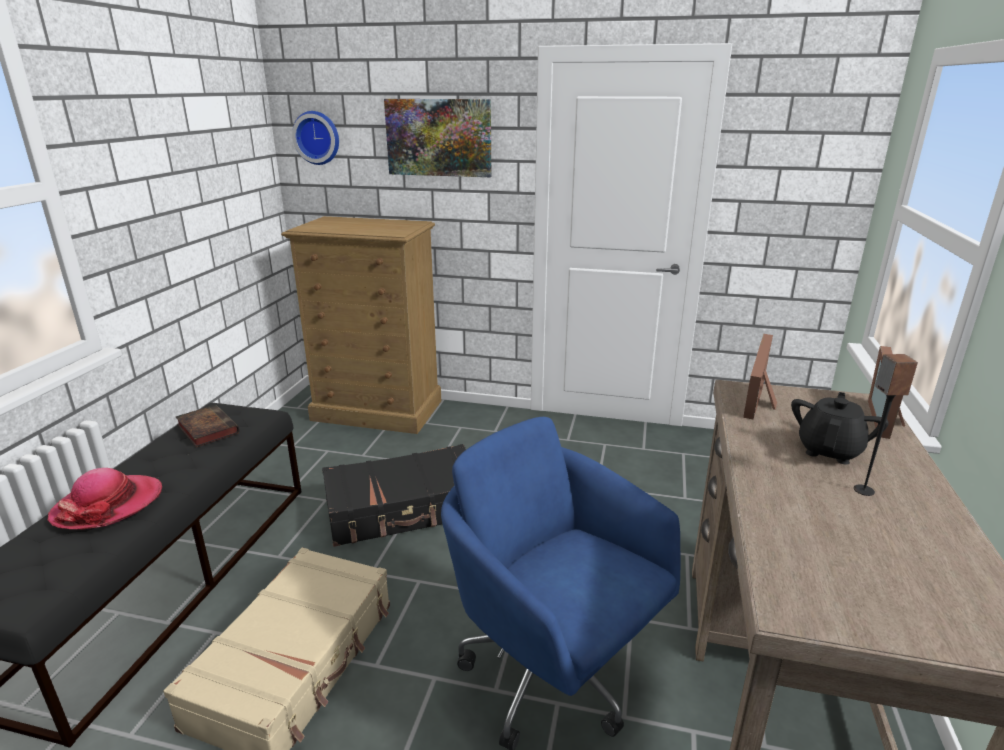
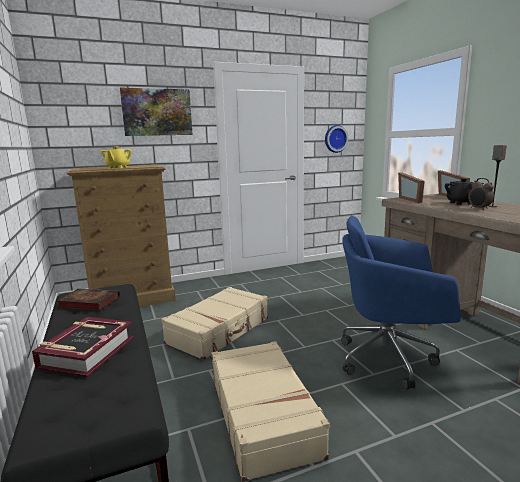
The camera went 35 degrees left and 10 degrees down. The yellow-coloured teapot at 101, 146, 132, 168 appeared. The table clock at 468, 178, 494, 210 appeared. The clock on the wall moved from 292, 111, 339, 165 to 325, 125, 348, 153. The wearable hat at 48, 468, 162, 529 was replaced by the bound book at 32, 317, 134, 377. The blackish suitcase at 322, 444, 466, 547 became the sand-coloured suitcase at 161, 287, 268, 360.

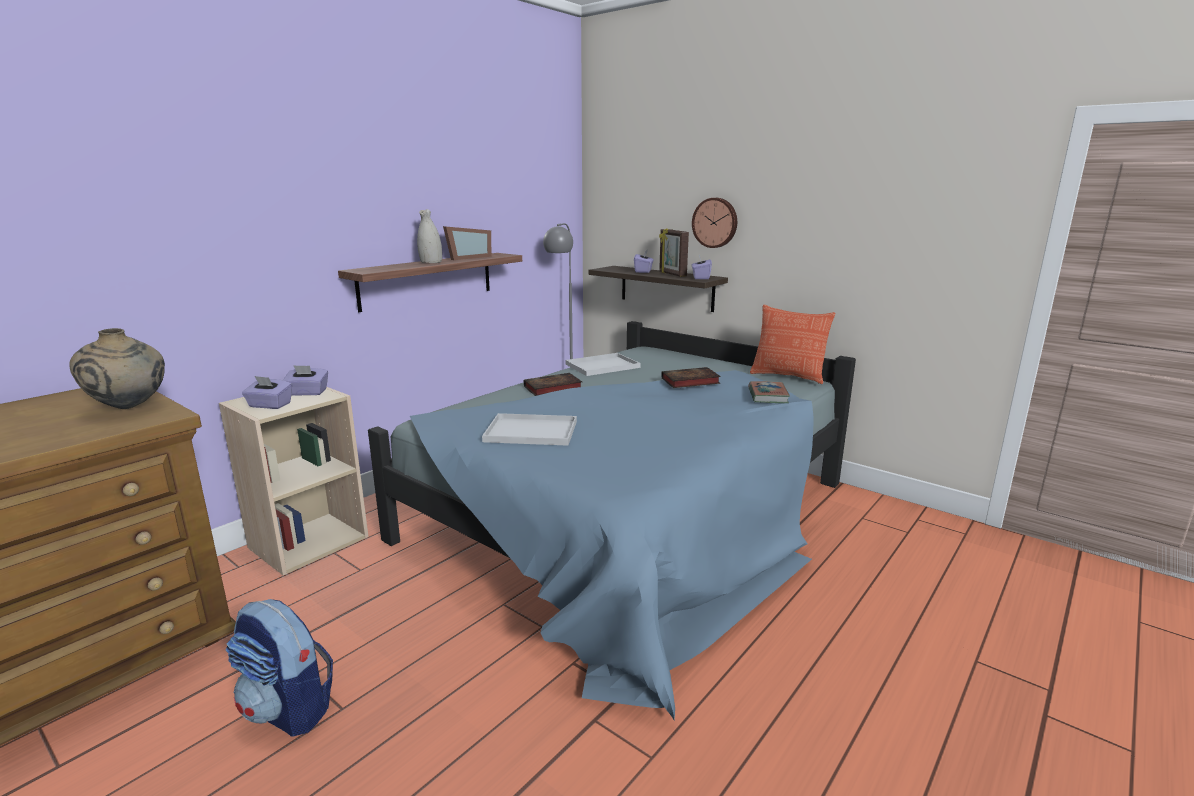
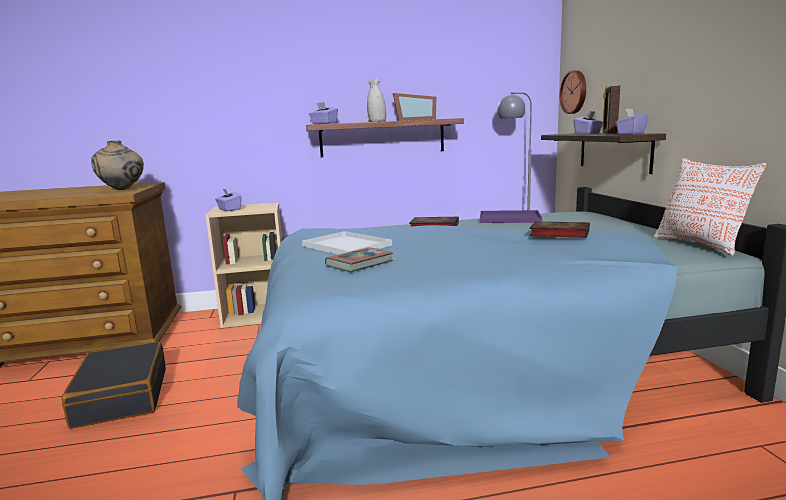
The camera went 40 degrees right and 5 degrees down. The purple-coloured tissue holder moved from 283, 365, 328, 396 to 309, 102, 338, 124. The clock on the wall moved from 692, 198, 737, 248 to 559, 70, 586, 114. The bound book moved from 748, 381, 790, 403 to 325, 247, 393, 272. The backpack at 226, 599, 333, 737 was replaced by the blackish suitcase at 62, 342, 166, 429. The white carrying tray at 565, 353, 641, 376 became the purple-coloured carrying tray at 480, 210, 542, 223. The orange throw pillow at 750, 305, 835, 384 became the white throw pillow at 654, 158, 767, 256.

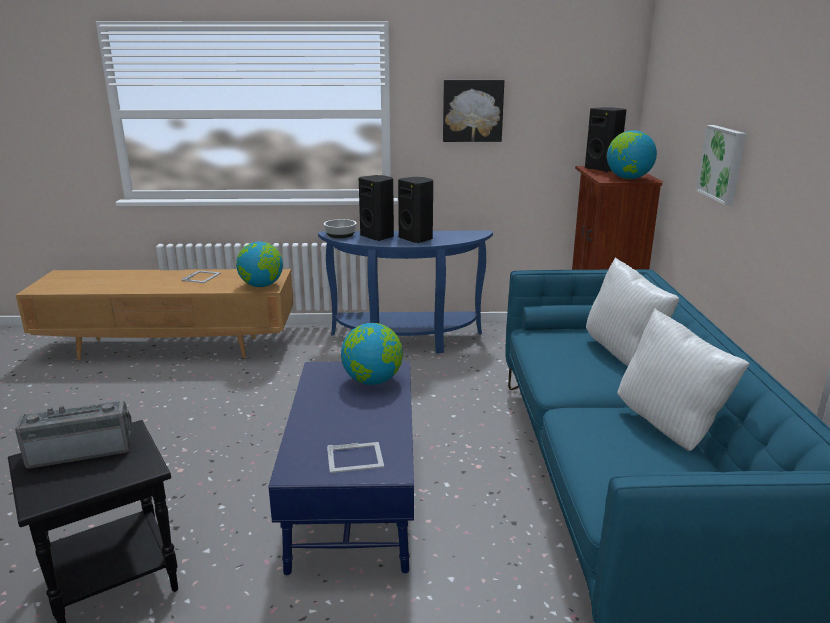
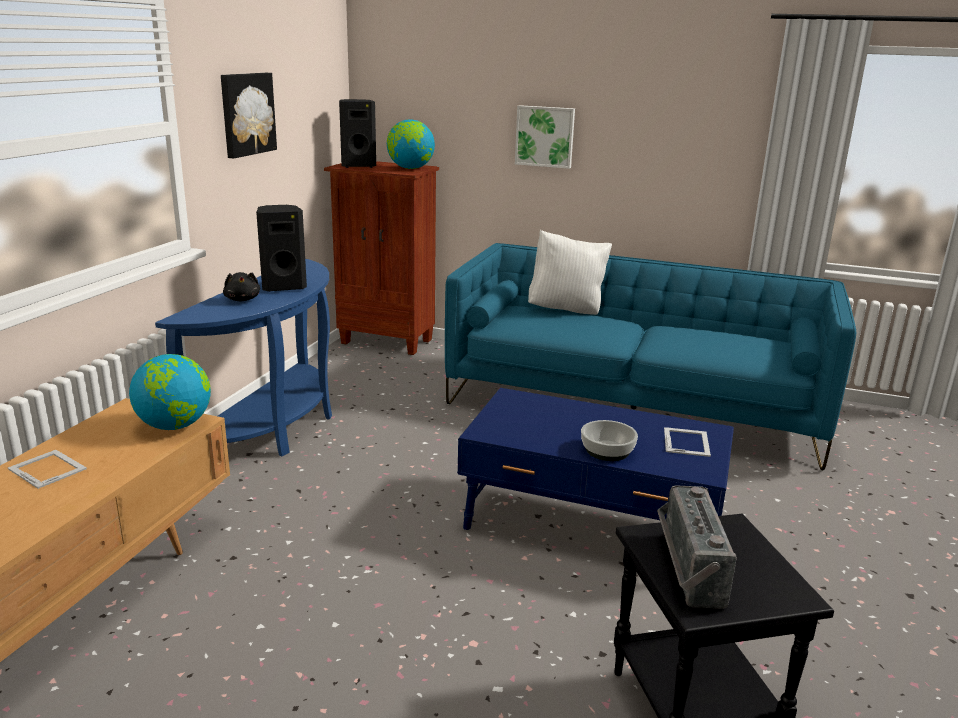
The camera went 70 degrees left and 0 degrees up. The globe at 341, 323, 403, 385 disappeared. The white throw pillow at 617, 308, 749, 451 disappeared. The deep dish moved from 324, 219, 357, 238 to 581, 420, 638, 461. The blackish speaker at 359, 175, 394, 241 was replaced by the blackish soft toy at 223, 272, 260, 301.

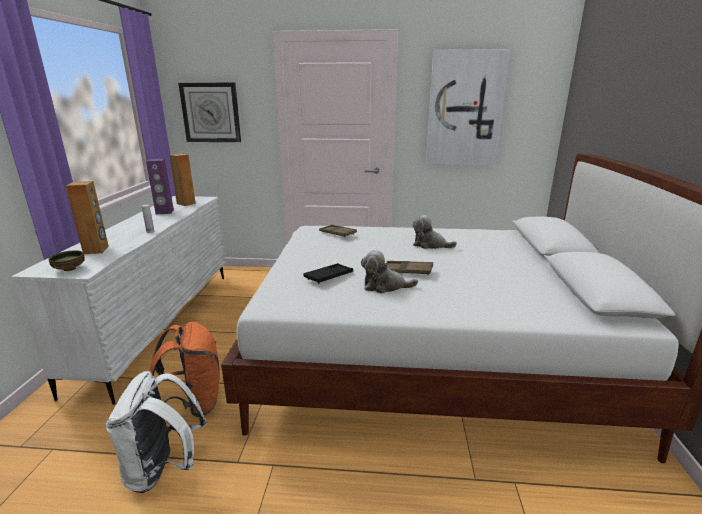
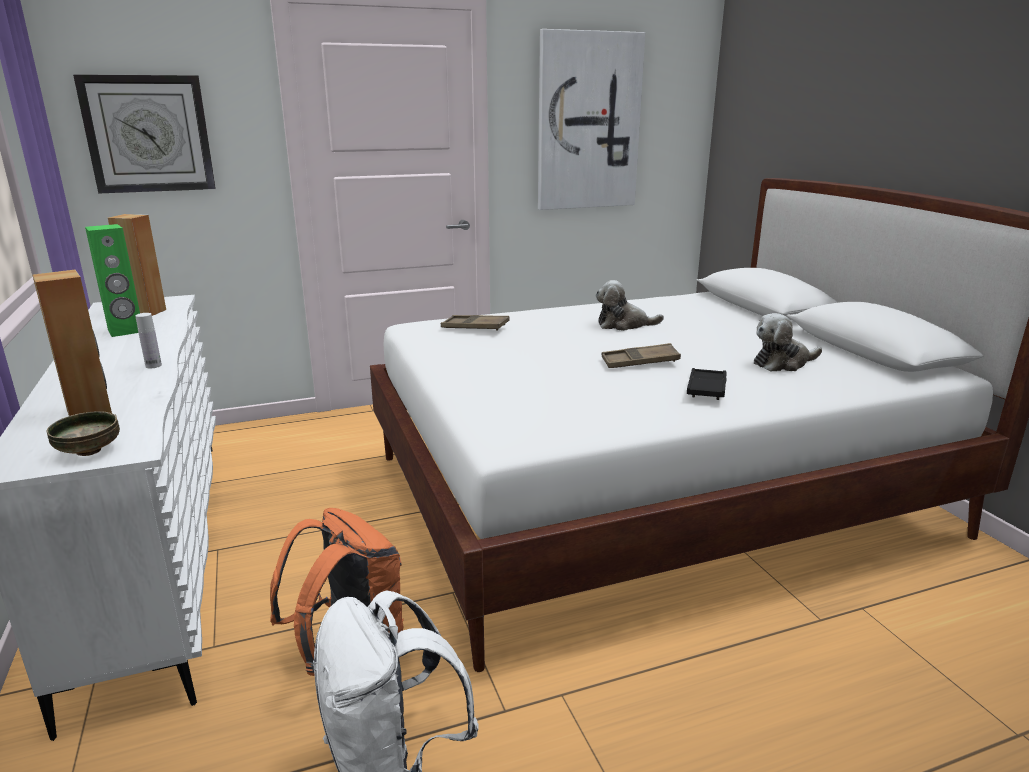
The camera went 25 degrees left and 0 degrees up. The blackish carrying tray moved from 303, 263, 353, 284 to 687, 368, 727, 400. The soft toy moved from 361, 250, 418, 293 to 754, 313, 822, 372. The purple-coloured speaker at 146, 159, 174, 214 became the green-coloured speaker at 85, 224, 140, 337.

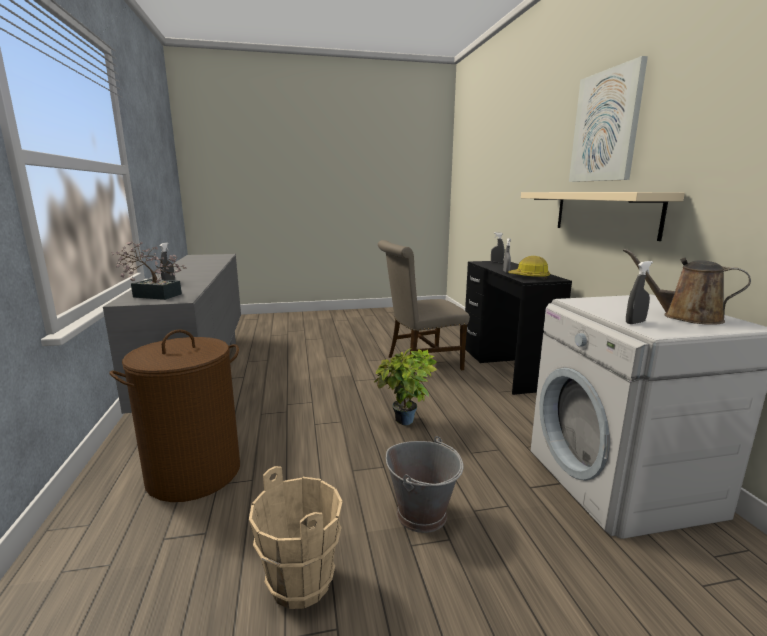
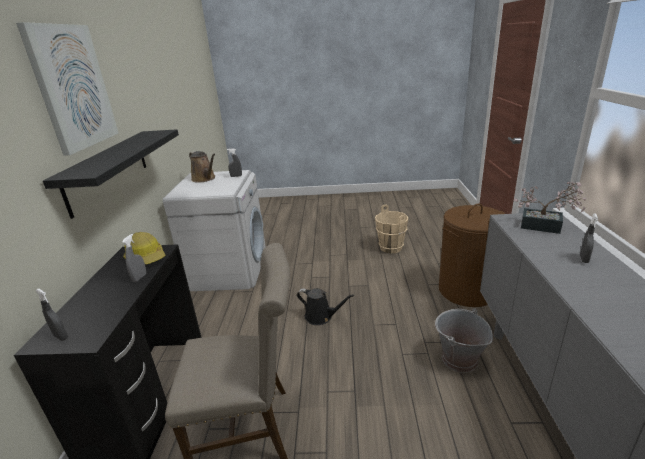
The camera went 165 degrees left and 10 degrees up. The grey pail moved from 386, 436, 464, 533 to 435, 308, 493, 373. The houseplant at 374, 348, 437, 426 was replaced by the blackish watering pot at 297, 288, 354, 325. The sand-coloured wall shelf at 521, 192, 685, 241 became the blackish wall shelf at 43, 129, 179, 219.

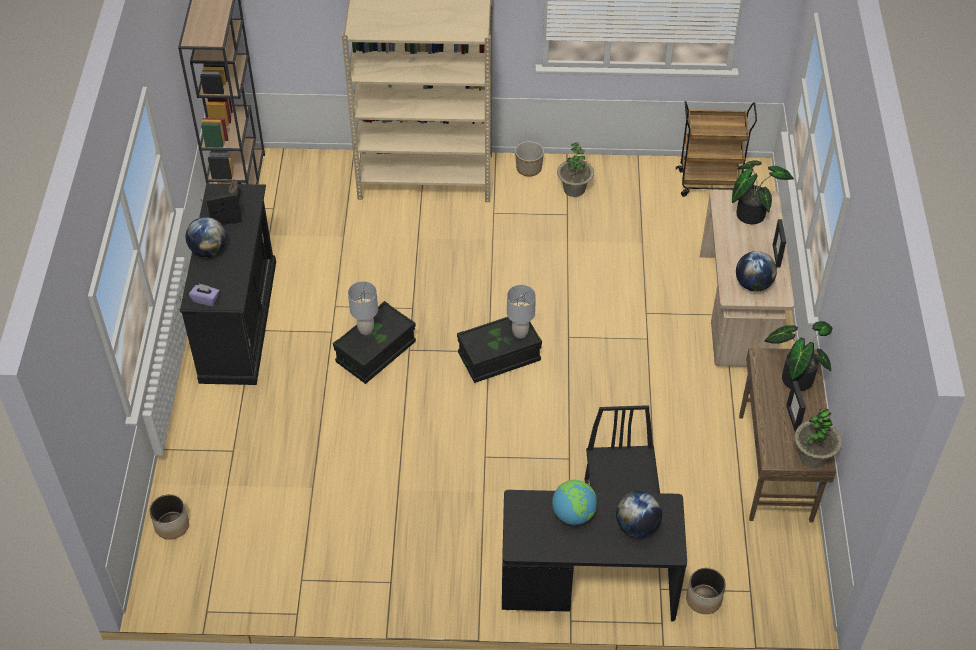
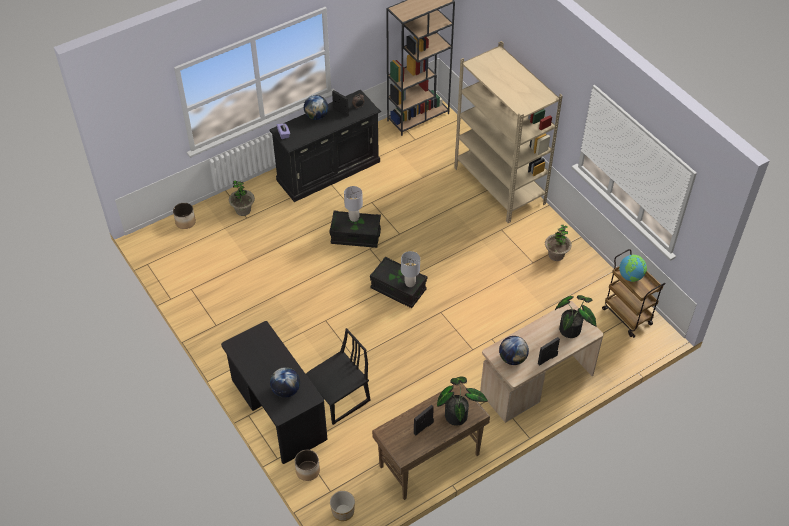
The camera went 55 degrees right and 0 degrees up. The plant pot moved from 515, 141, 544, 177 to 330, 491, 355, 521. The globe moved from 552, 480, 597, 525 to 619, 255, 647, 282. The houseplant moved from 794, 409, 842, 468 to 229, 180, 255, 216.

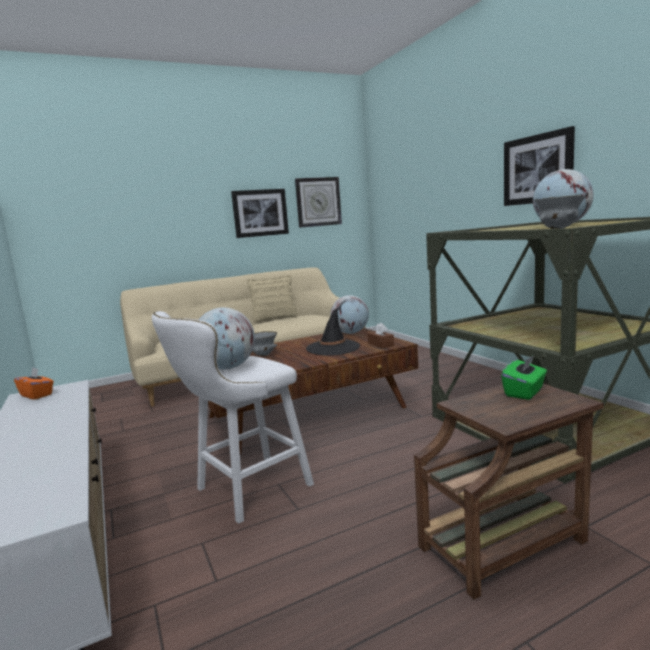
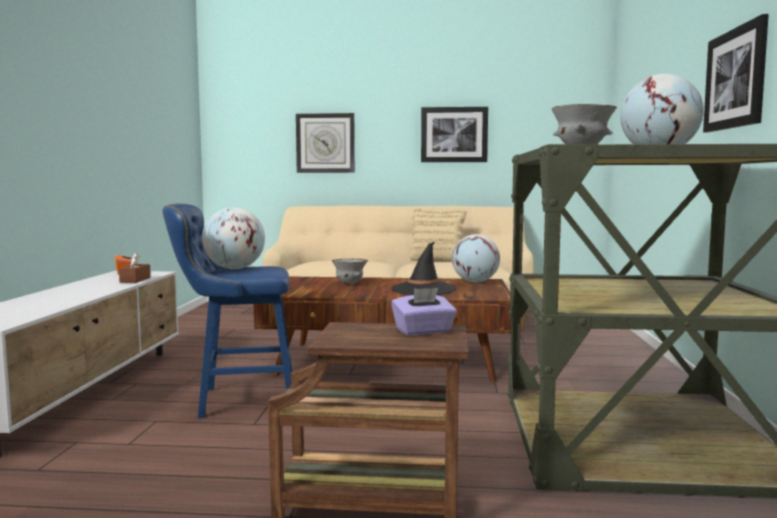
The camera went 30 degrees right and 5 degrees down. The clock on the wall moved from 295, 177, 342, 228 to 296, 113, 355, 173. The brown tissue holder moved from 368, 323, 394, 349 to 119, 253, 151, 283. The white stool at 152, 311, 314, 524 became the bluish stool at 162, 203, 292, 418. The green-coloured tissue holder at 501, 355, 547, 400 became the purple-coloured tissue holder at 391, 288, 457, 336.

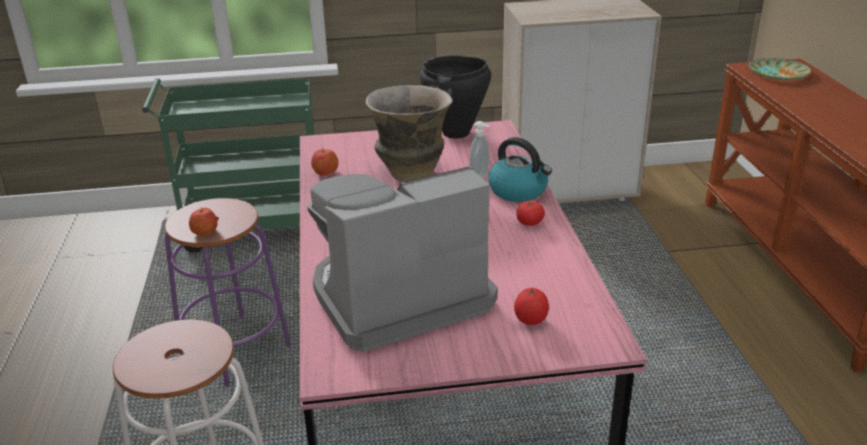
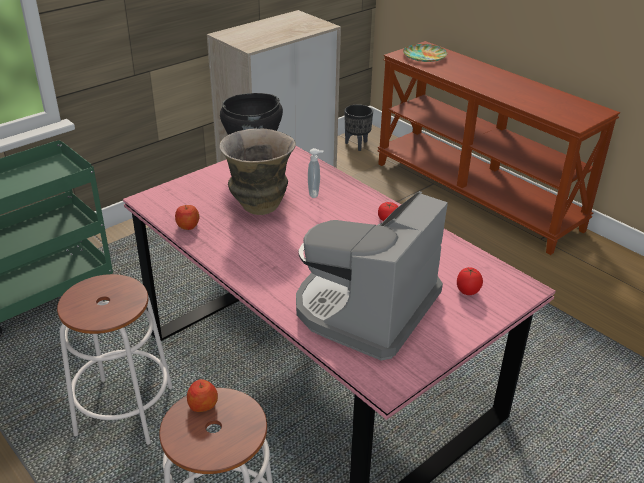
The camera went 35 degrees left and 5 degrees up. The kettle at 488, 137, 552, 202 disappeared. The blackish plant pot at 344, 104, 373, 151 appeared. The apple fruit moved from 189, 208, 218, 235 to 187, 379, 218, 412. The purple-coloured stool at 165, 198, 291, 386 became the white stool at 57, 274, 173, 444.

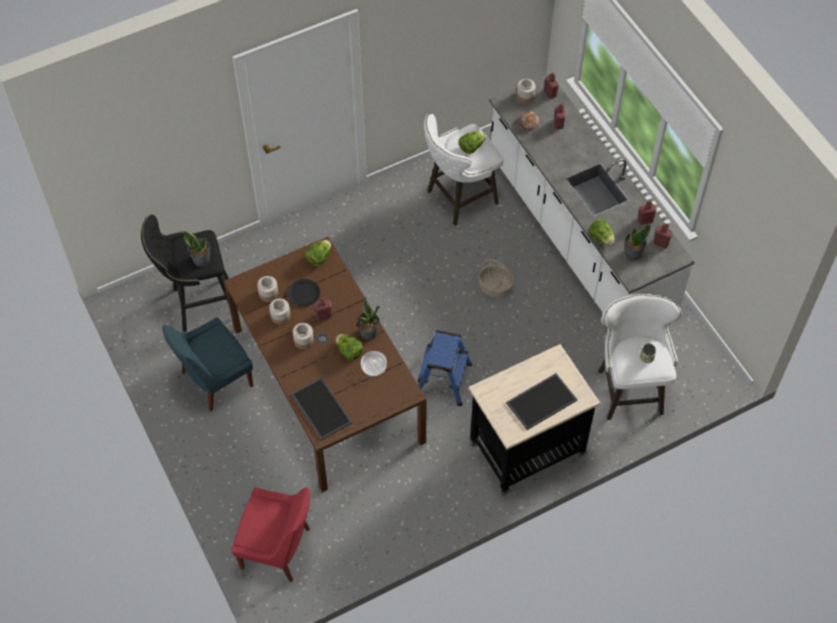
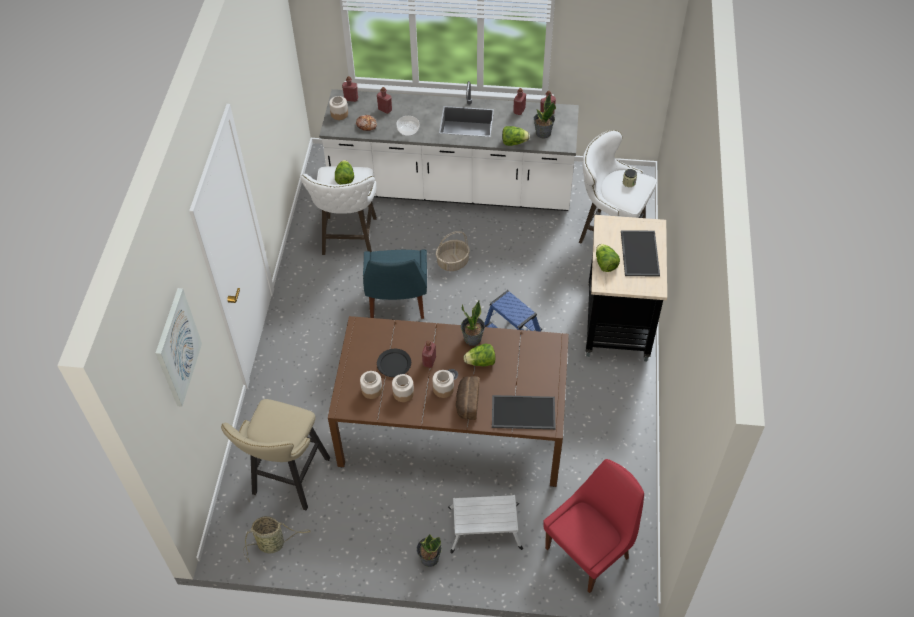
The camera went 55 degrees left and 5 degrees down. The wall picture at 155, 288, 202, 407 appeared. The basket at 243, 516, 311, 562 appeared. The white step stool at 448, 495, 523, 553 appeared. The bread at 456, 376, 479, 420 appeared. The bluish upright chair moved from 162, 317, 253, 411 to 363, 249, 427, 319. The houseplant moved from 184, 232, 210, 267 to 416, 534, 442, 567. The lettuce moved from 305, 240, 331, 266 to 596, 244, 620, 272. The deep dish moved from 361, 351, 387, 376 to 396, 116, 419, 136. The blackish stool at 141, 214, 229, 332 became the sand-coloured stool at 221, 399, 330, 511.

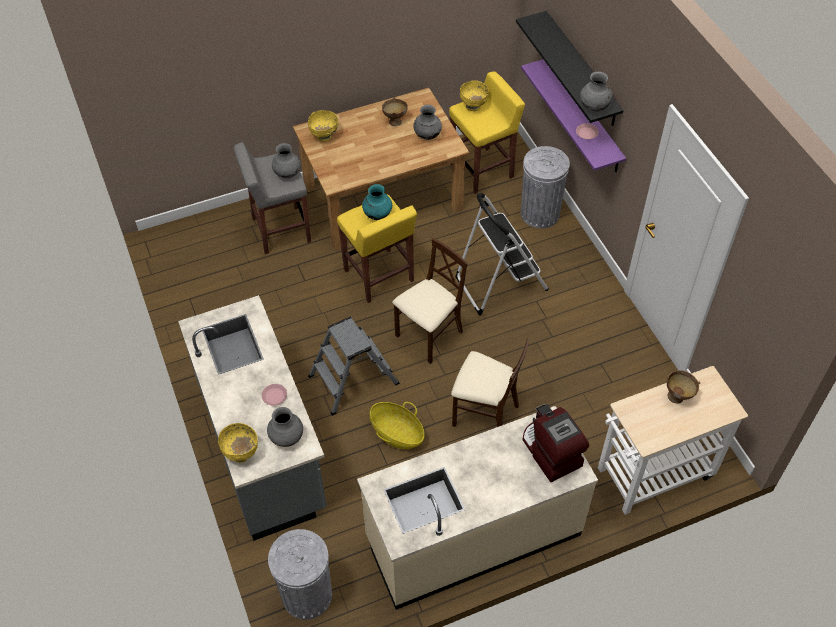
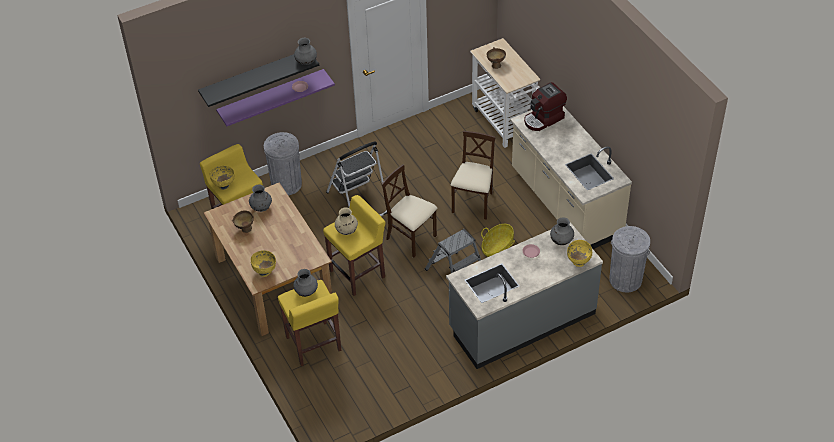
The camera went 95 degrees left and 5 degrees down. The grey stool at 233, 142, 311, 254 became the yellow-coloured stool at 278, 280, 341, 366. The turquoise-coloured flower vase at 362, 184, 392, 220 became the sand-coloured flower vase at 335, 207, 358, 235.

